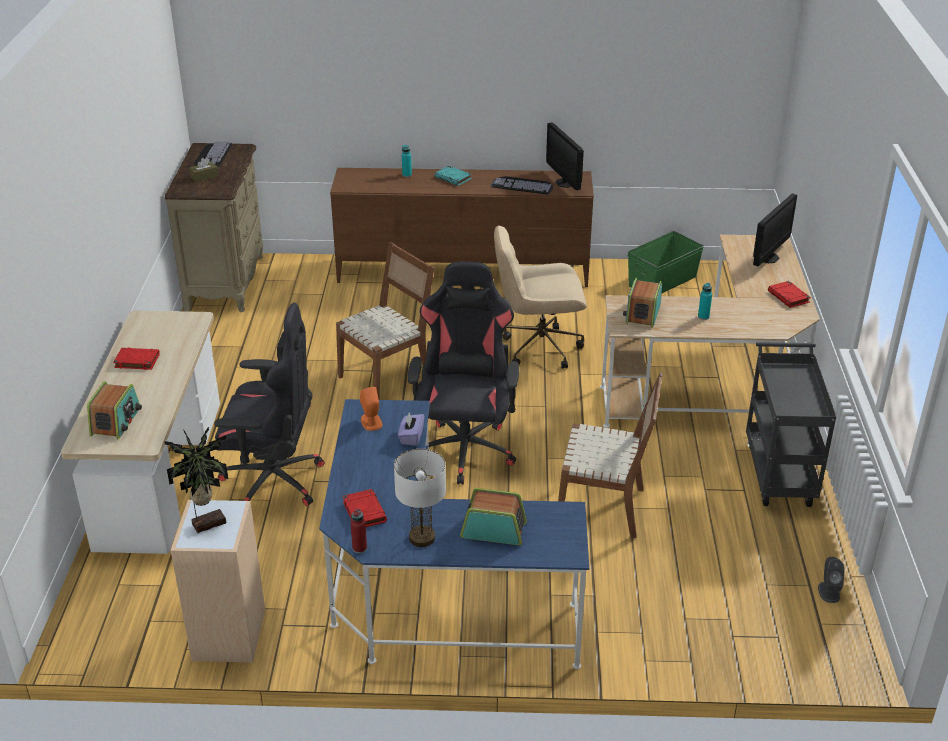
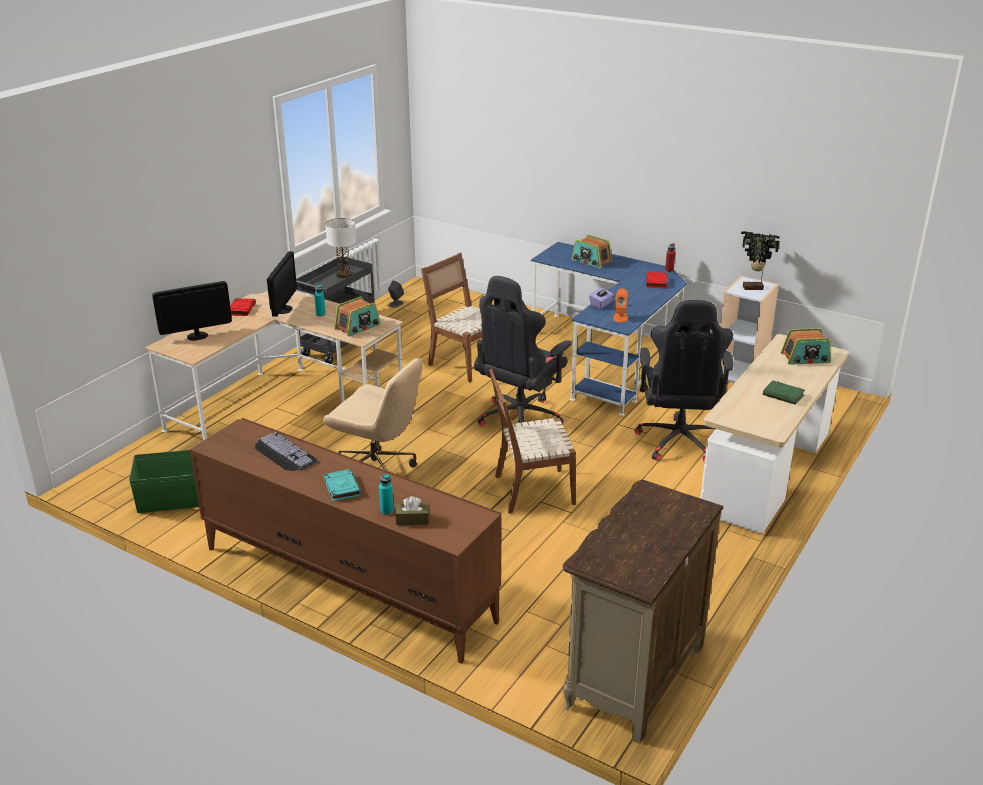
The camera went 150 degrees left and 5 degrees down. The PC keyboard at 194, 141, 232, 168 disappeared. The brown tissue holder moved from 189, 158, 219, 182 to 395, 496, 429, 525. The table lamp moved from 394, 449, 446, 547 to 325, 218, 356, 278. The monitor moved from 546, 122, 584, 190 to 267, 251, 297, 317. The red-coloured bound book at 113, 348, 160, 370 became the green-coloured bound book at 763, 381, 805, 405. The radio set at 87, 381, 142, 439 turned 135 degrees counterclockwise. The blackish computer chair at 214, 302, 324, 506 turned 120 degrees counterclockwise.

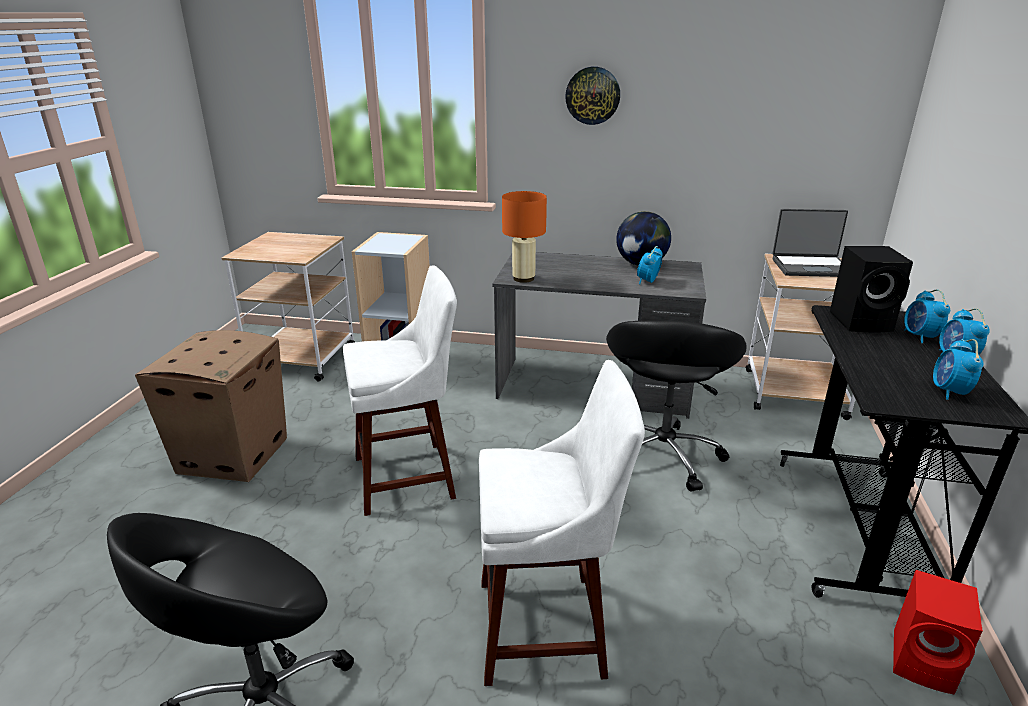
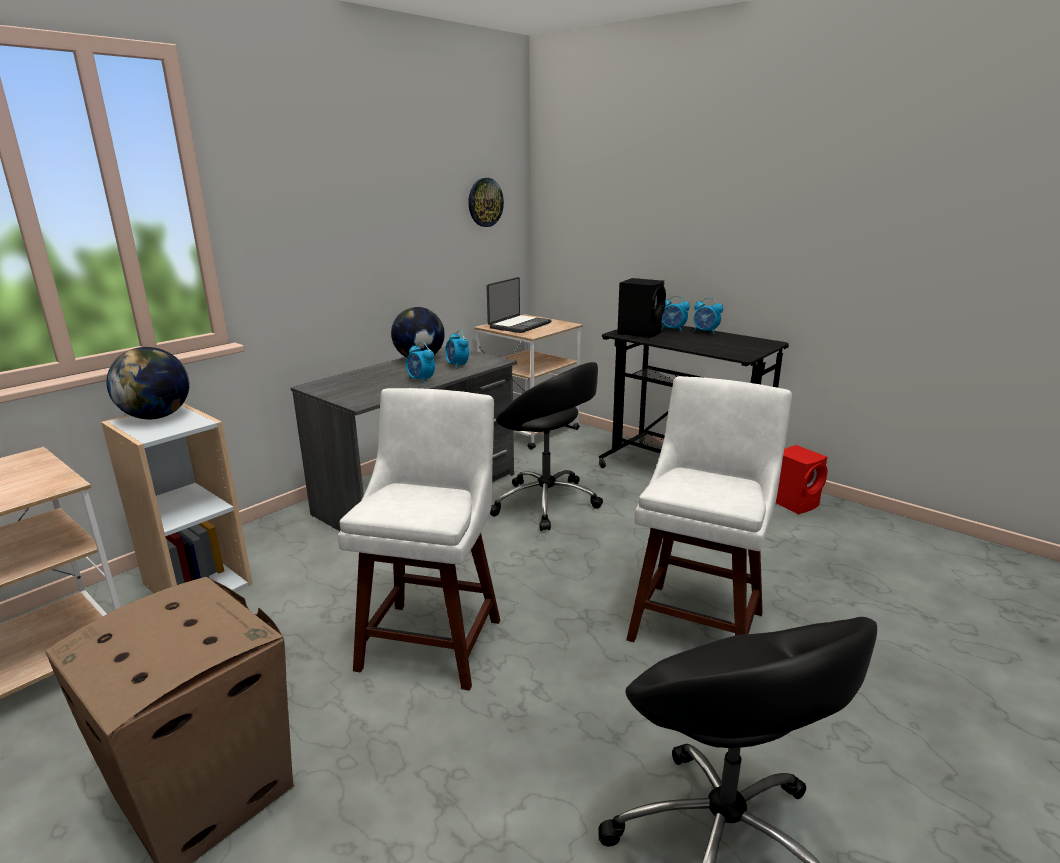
The camera went 60 degrees left and 5 degrees down. The orange table lamp at 502, 191, 547, 283 disappeared. The globe at 106, 347, 189, 419 appeared. The clock on the wall moved from 565, 67, 620, 125 to 468, 178, 504, 227. The table clock moved from 933, 339, 983, 400 to 406, 342, 435, 384.

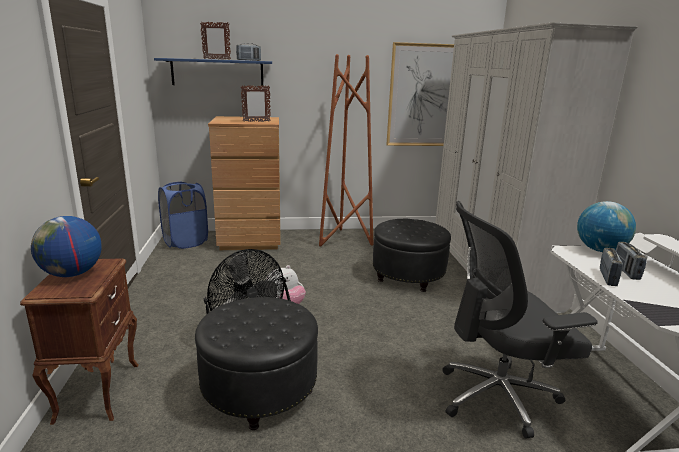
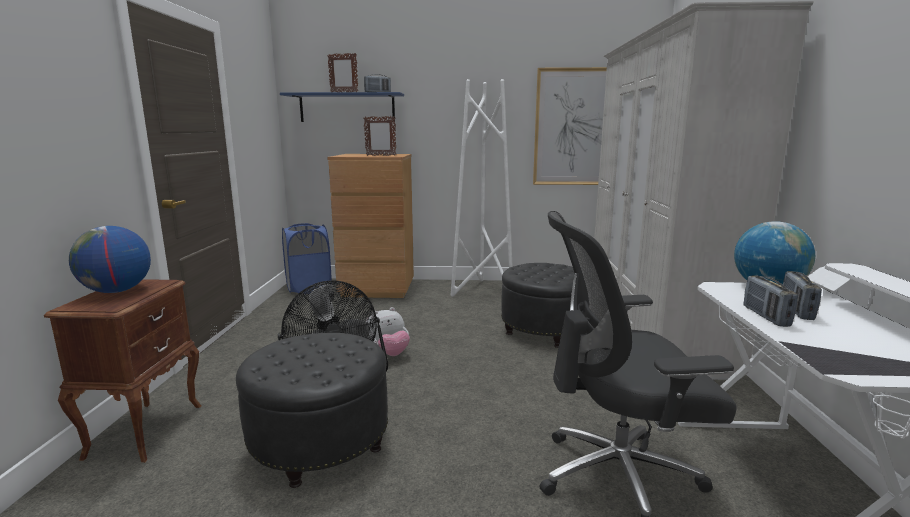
The camera went 10 degrees right and 5 degrees down. The brown garment rack at 319, 54, 373, 247 became the white garment rack at 451, 79, 513, 297. The radio set at 600, 248, 623, 286 turned 150 degrees clockwise.

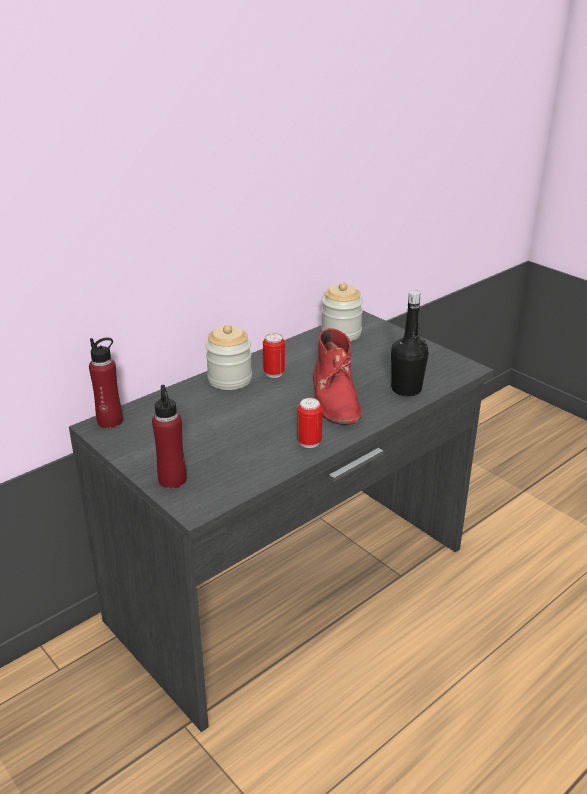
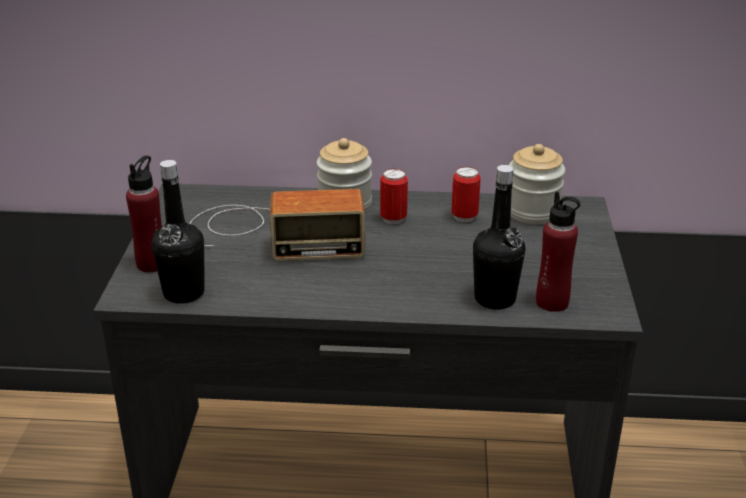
The camera went 45 degrees right and 0 degrees up. The red-coloured boot at 313, 328, 362, 425 disappeared. The blackish drink bottle at 152, 160, 205, 304 appeared. The radio set at 189, 189, 365, 261 appeared. The red-coloured drink bottle moved from 89, 338, 123, 428 to 536, 192, 580, 312. The metal can moved from 297, 398, 323, 448 to 451, 167, 481, 222.

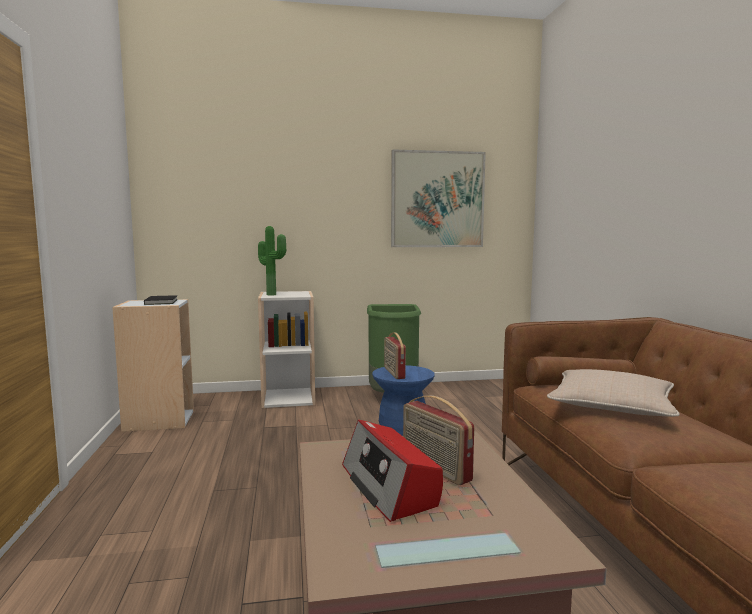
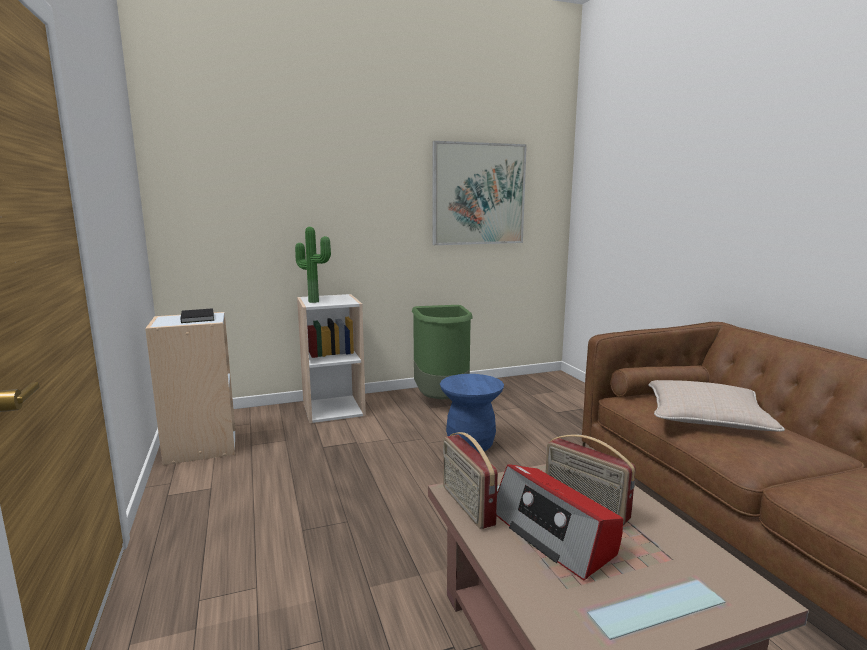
The camera went 10 degrees left and 5 degrees up. The radio set moved from 384, 332, 406, 379 to 443, 432, 498, 529.

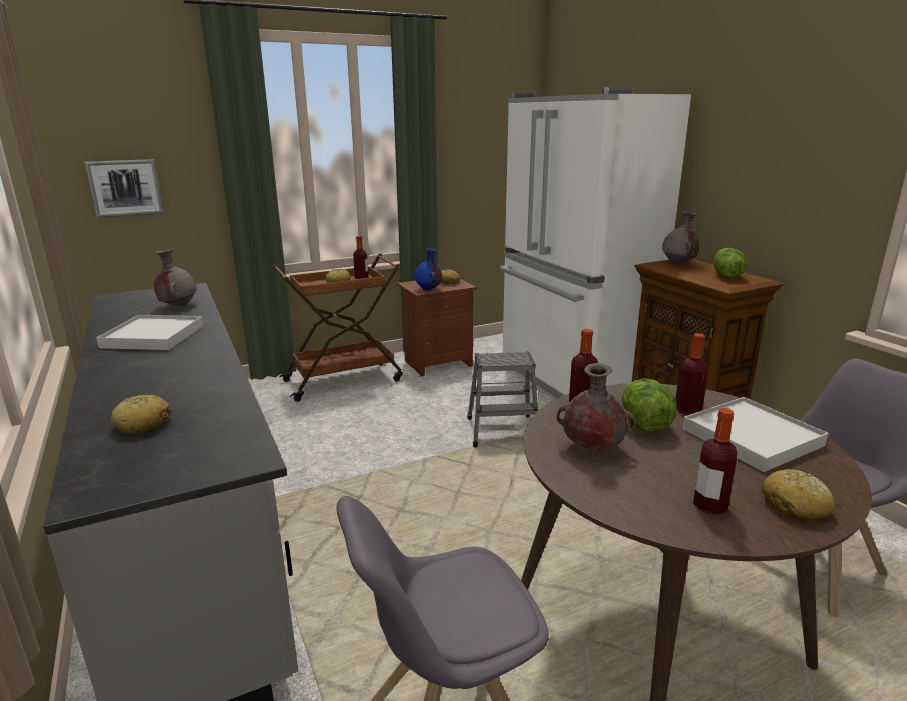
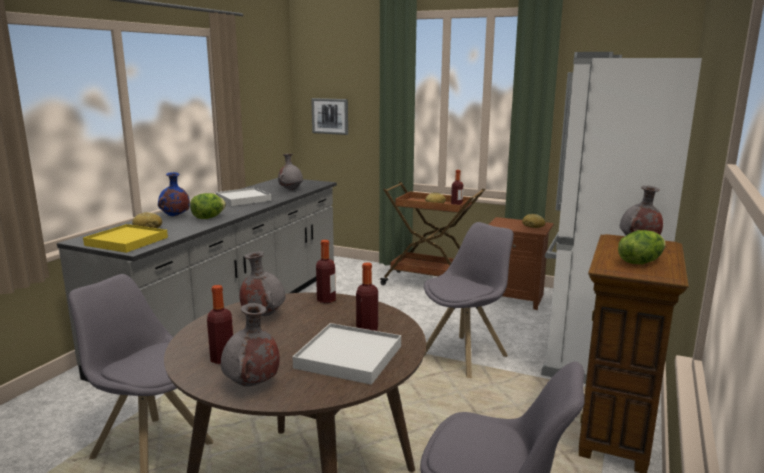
The camera went 50 degrees right and 5 degrees down. The yellow-coloured carrying tray at 83, 224, 168, 253 appeared. The bluish flower vase moved from 414, 248, 442, 291 to 158, 172, 190, 217. The lettuce moved from 622, 378, 677, 433 to 190, 193, 226, 219. The grey step stool at 467, 351, 538, 447 was replaced by the grey upright chair at 424, 222, 514, 378. The bread at 762, 469, 835, 520 was replaced by the grey flower vase at 221, 303, 280, 387.

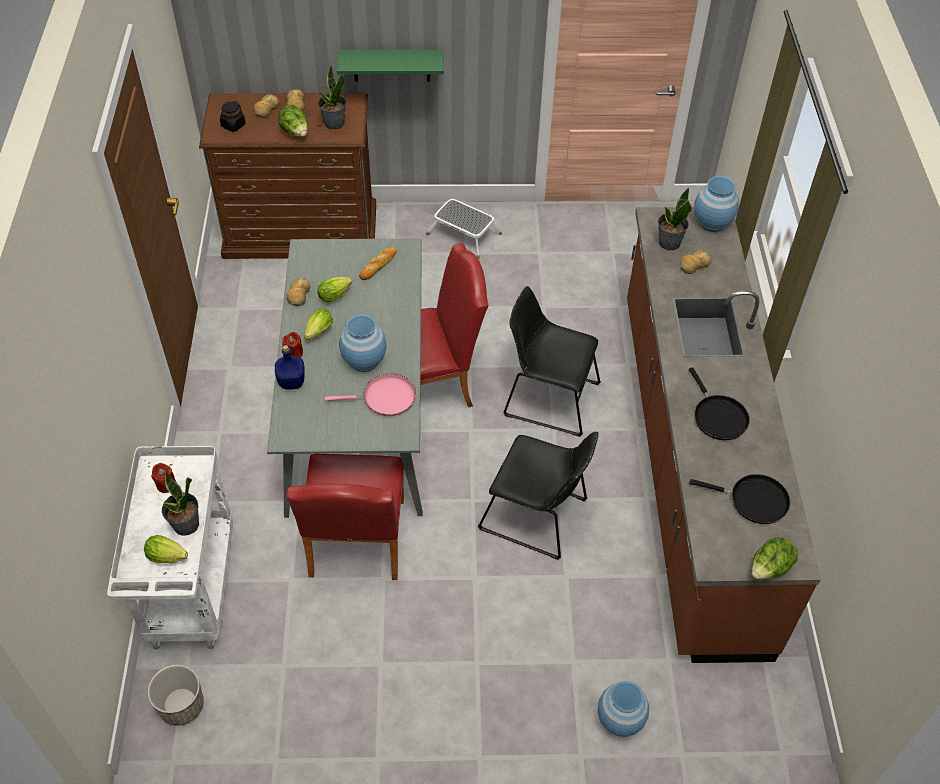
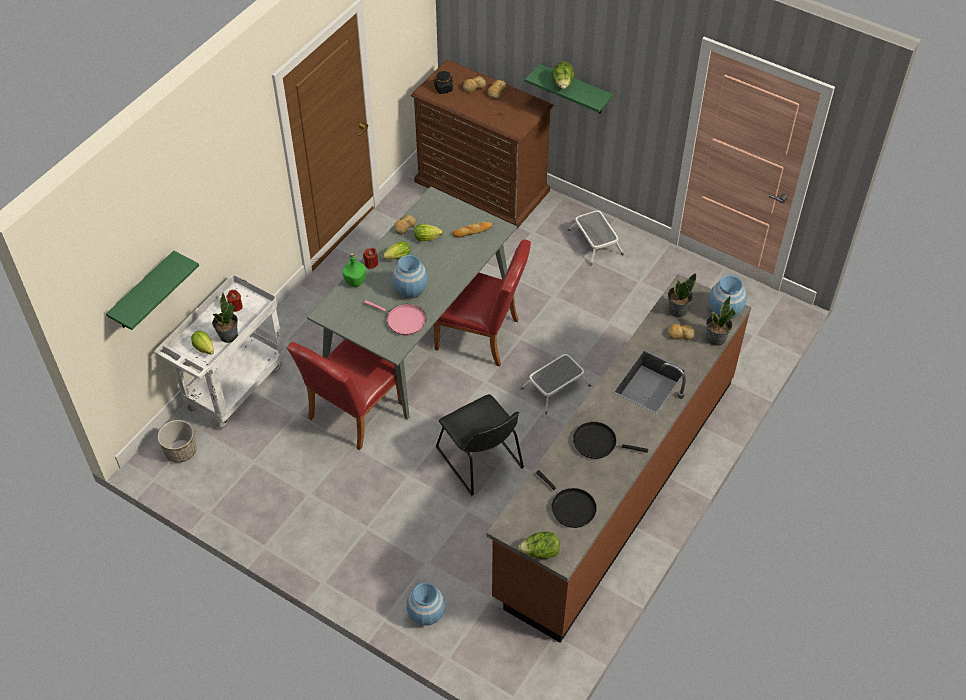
The camera went 35 degrees right and 0 degrees up. The green-coloured wall shelf at 106, 251, 199, 330 appeared. The lettuce moved from 278, 105, 308, 137 to 552, 61, 574, 89. The houseplant moved from 318, 65, 346, 130 to 706, 296, 736, 346. The blackish upright chair at 503, 286, 601, 437 was replaced by the grey step stool at 521, 354, 591, 415. The bluish drink bottle at 275, 345, 304, 390 became the green-coloured drink bottle at 342, 253, 366, 287. The blackish frying pan at 689, 367, 750, 440 turned 90 degrees clockwise.

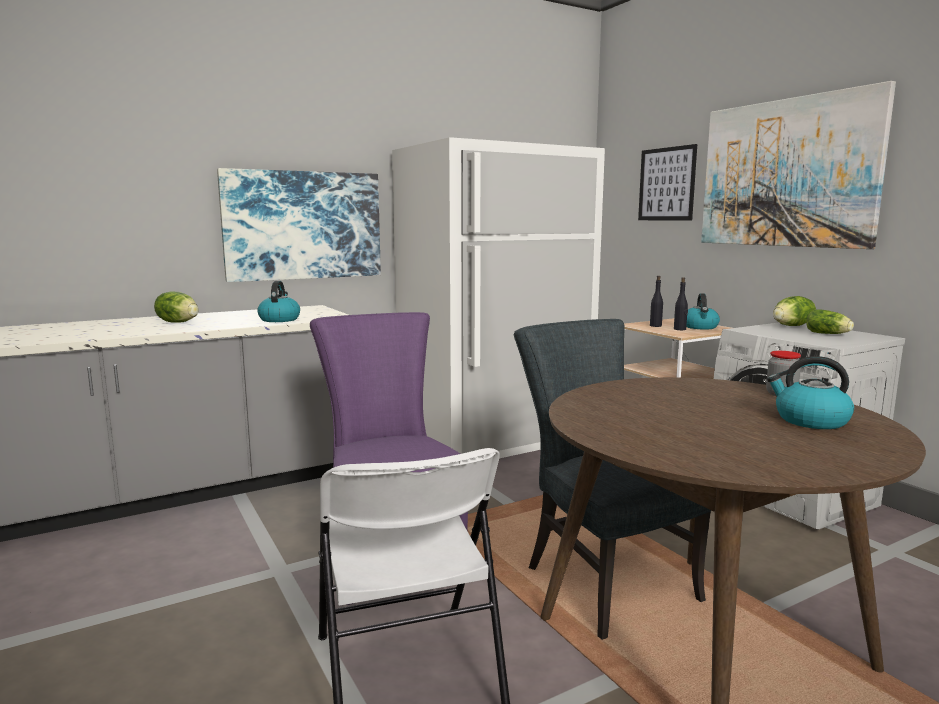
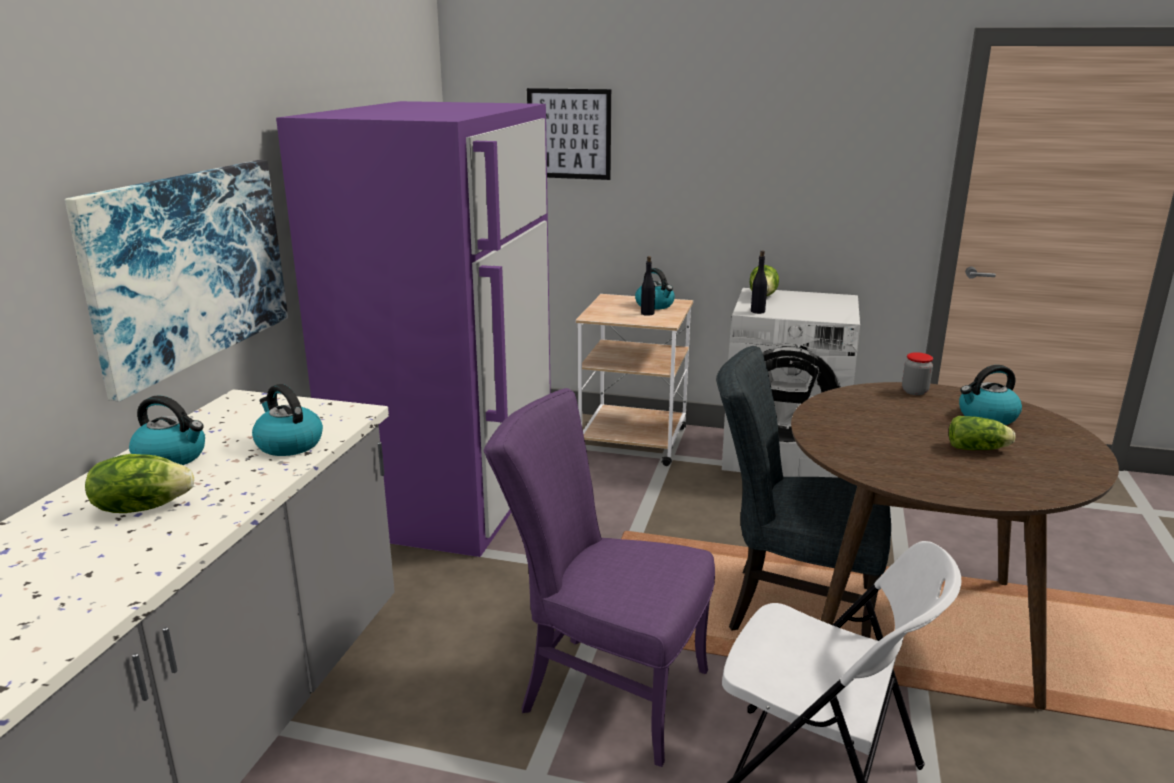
The camera went 45 degrees left and 10 degrees up. The wall picture at 701, 81, 896, 249 disappeared. The kettle at 129, 395, 205, 465 appeared. The blackish drink bottle moved from 650, 276, 663, 327 to 751, 251, 767, 314. The lettuce moved from 806, 309, 854, 334 to 949, 416, 1015, 450. The white kitchen fridge at 392, 137, 605, 458 became the purple-coloured kitchen fridge at 276, 101, 551, 557.

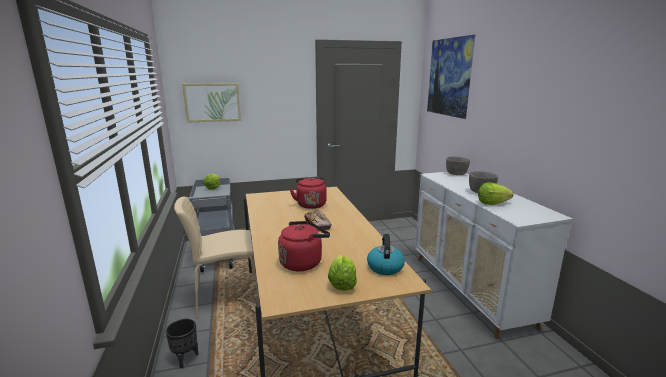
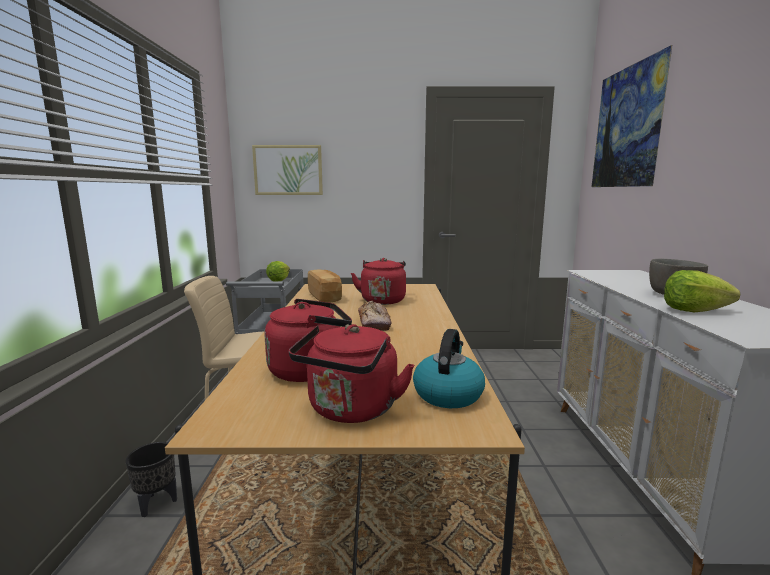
The camera went 15 degrees right and 5 degrees down. The grey deep dish at 446, 156, 470, 175 disappeared. The bread at 308, 269, 342, 303 appeared. The lettuce at 328, 255, 357, 291 was replaced by the red-coloured kettle at 289, 324, 414, 423.

